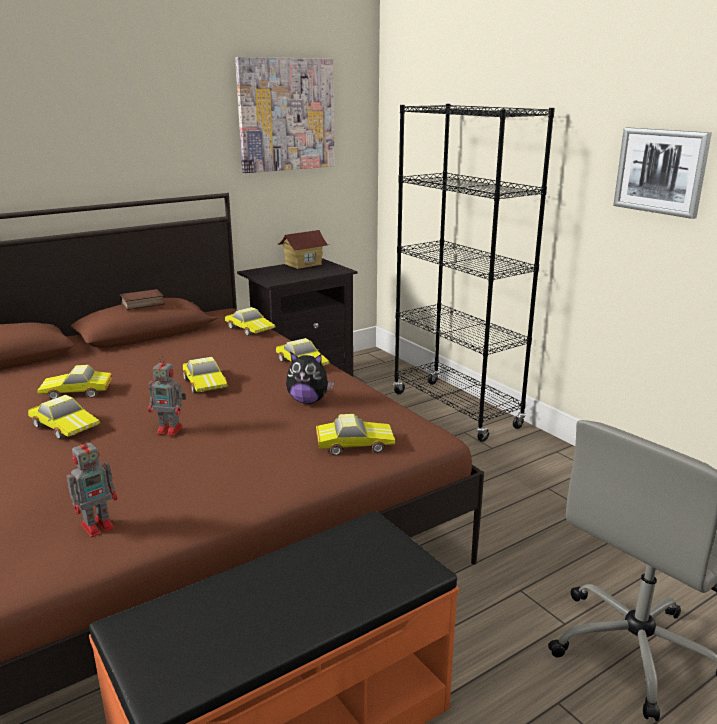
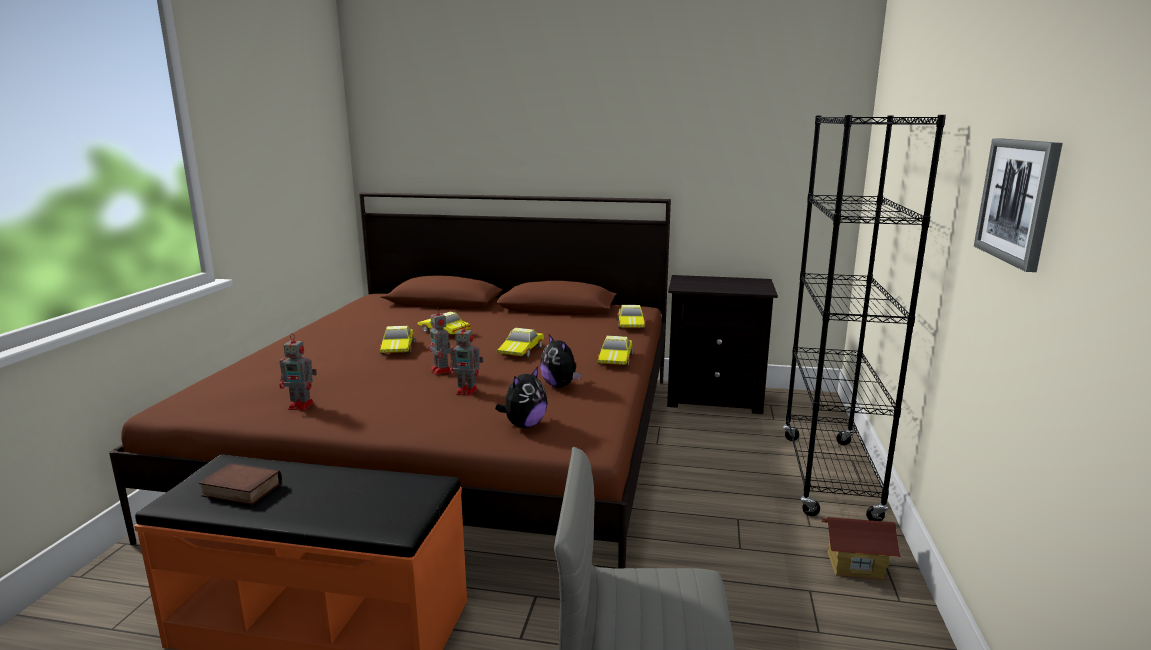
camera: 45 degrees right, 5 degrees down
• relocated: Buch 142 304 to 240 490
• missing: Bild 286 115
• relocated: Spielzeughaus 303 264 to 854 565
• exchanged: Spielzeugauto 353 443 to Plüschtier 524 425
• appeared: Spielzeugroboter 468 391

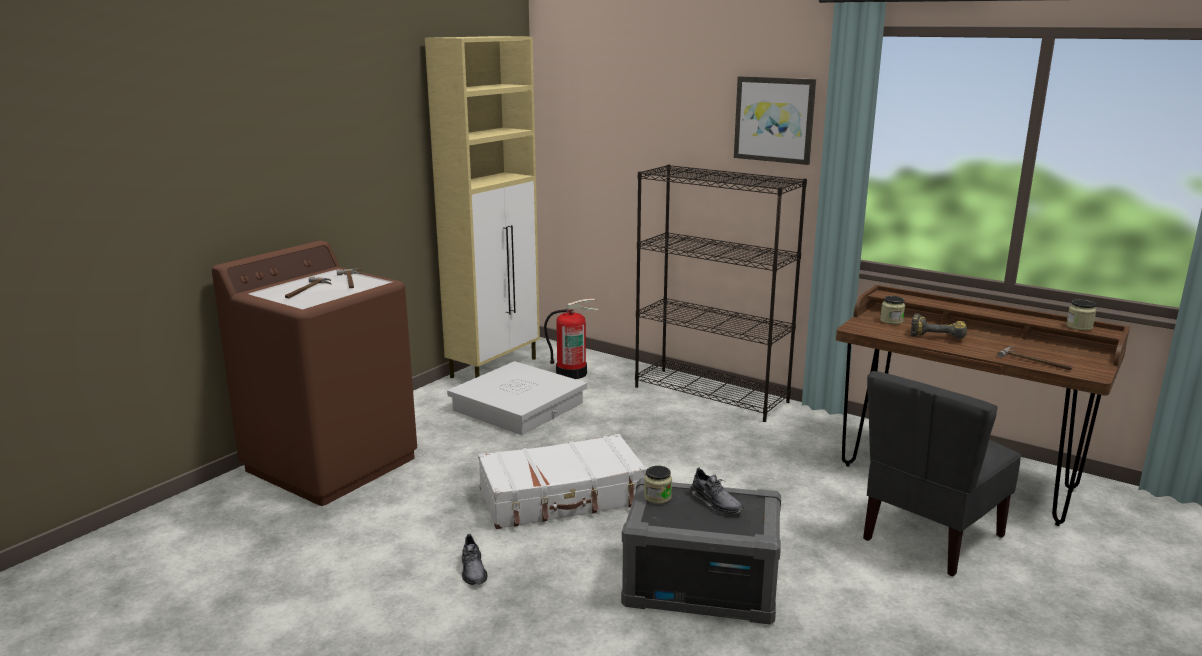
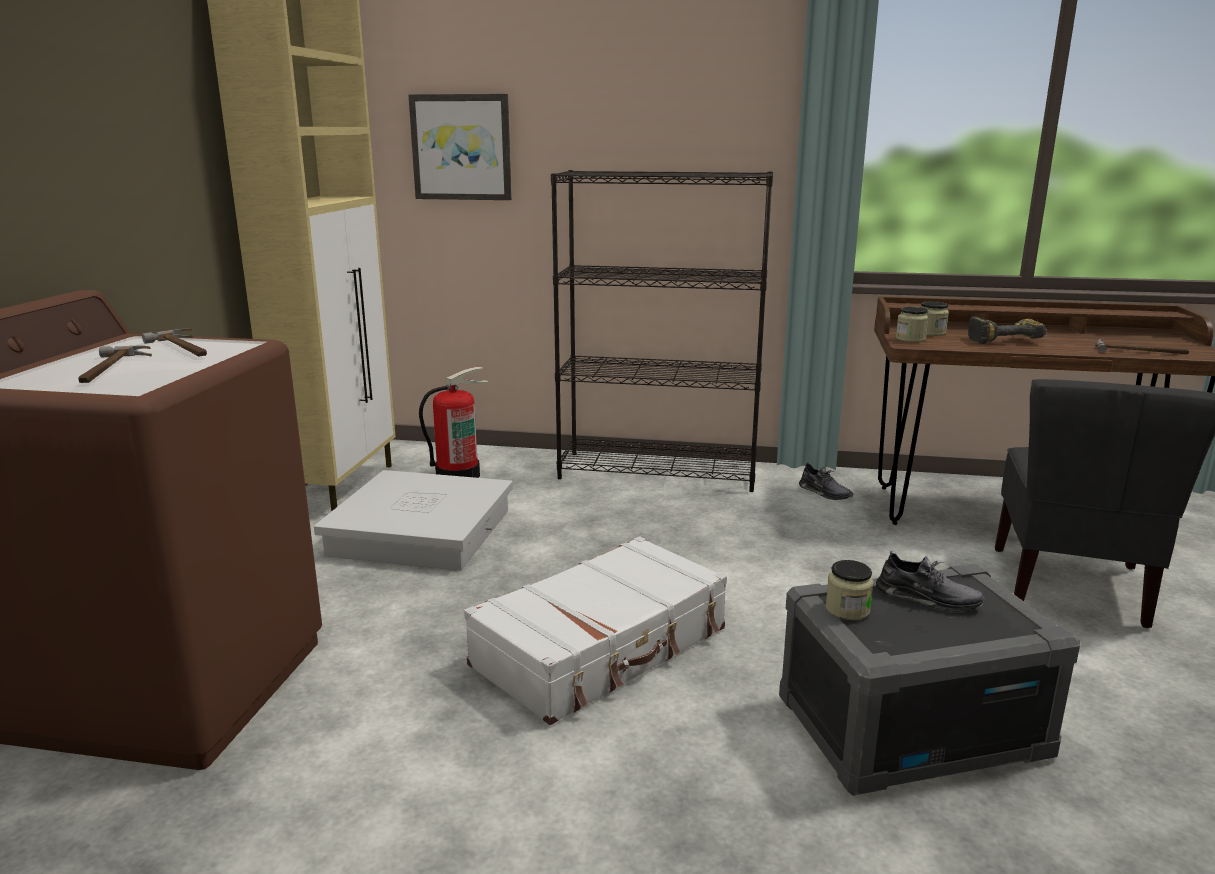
camera: 25 degrees left, 0 degrees up
• relocated: Schuh/grau 473 570 to 824 492
• relocated: Bild 774 119 to 461 147
• relocated: Vorratsglas 1079 327 to 910 339

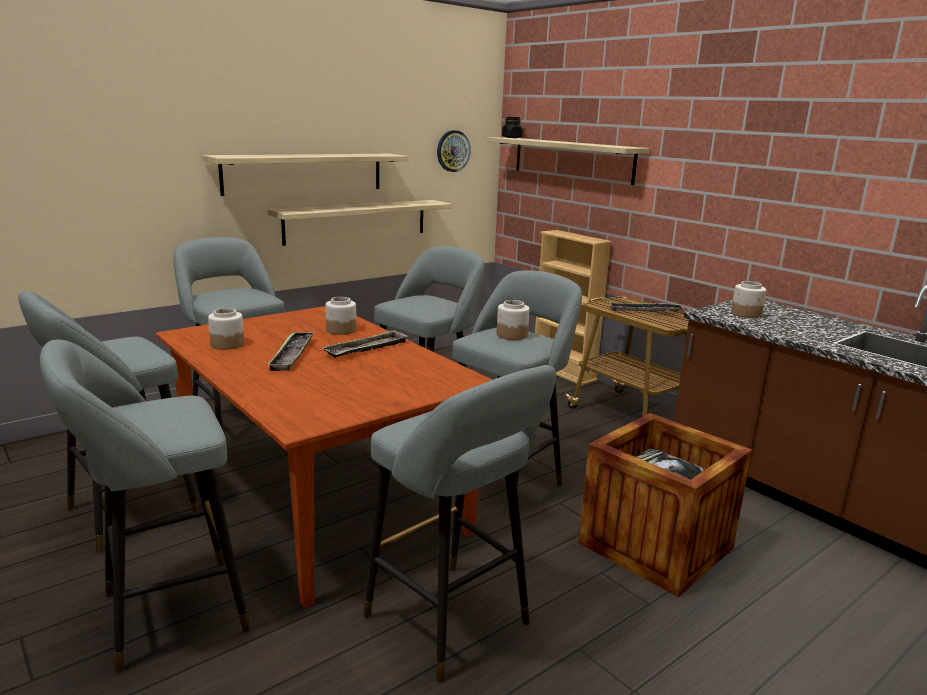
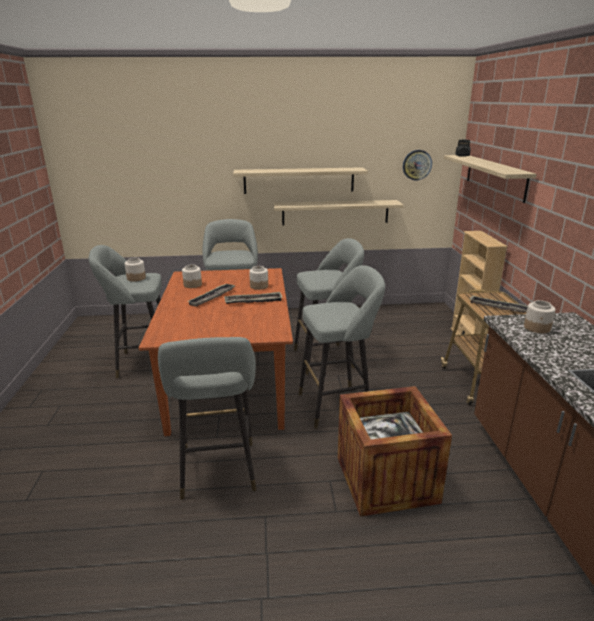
camera: 35 degrees right, 5 degrees up
• missing: Hocker/grau 165 615
• relocated: Vorratsglas 511 335 to 136 278

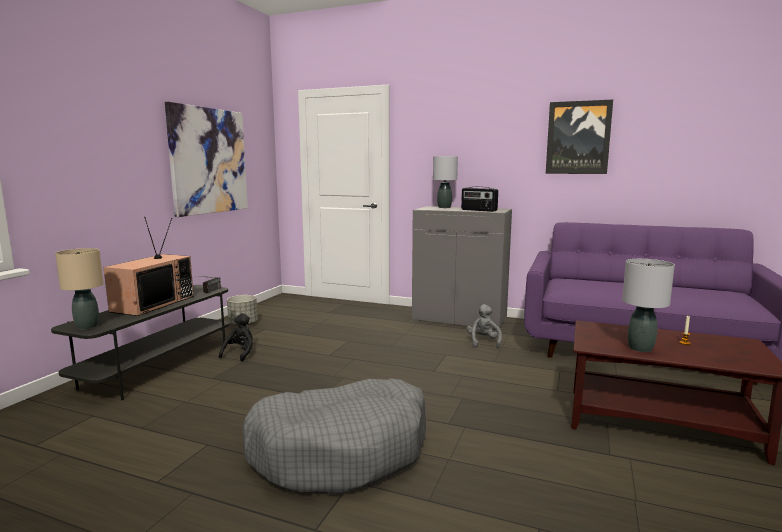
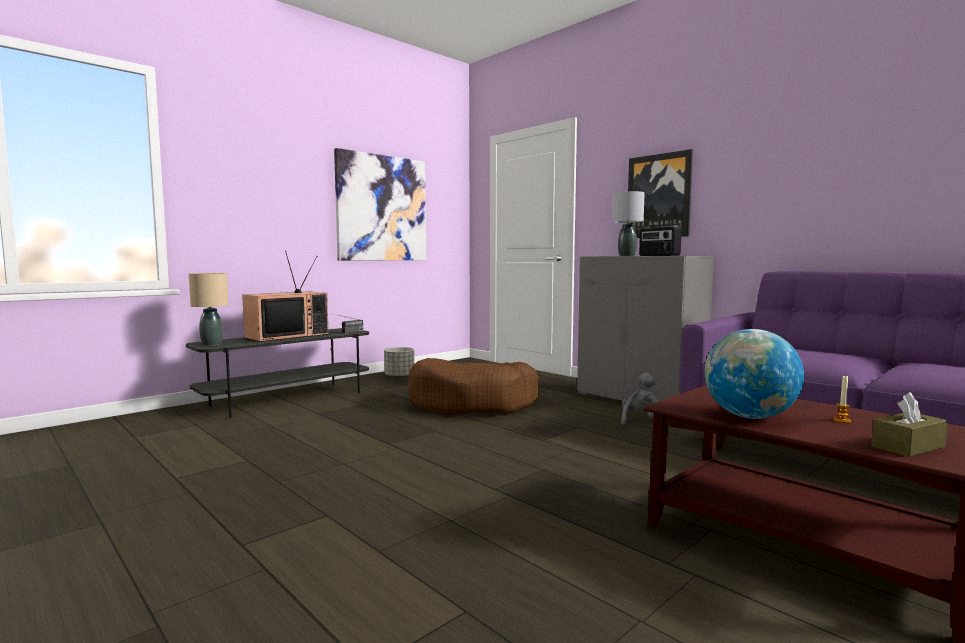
camera: 25 degrees right, 5 degrees down
• missing: Plüschtier/schwarz 240 353
• missing: Hundebett/grau 341 450
• relocated: Bild 578 138 to 659 196
• exchanged: Tischlampe/grau 640 348 to Globus 749 416
• appeared: Hundebett/braun 472 403
• appeared: Taschentuchbox/braun 908 447

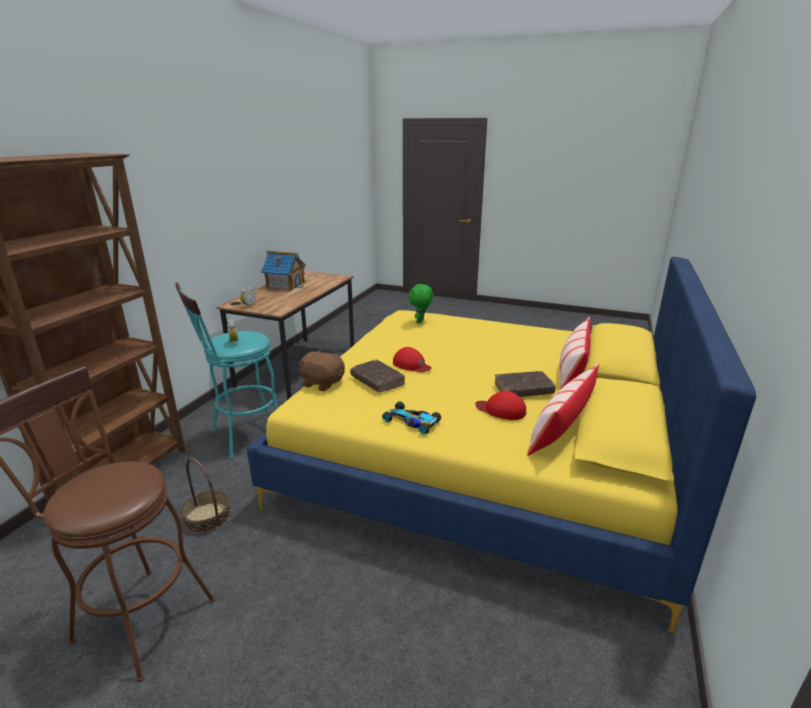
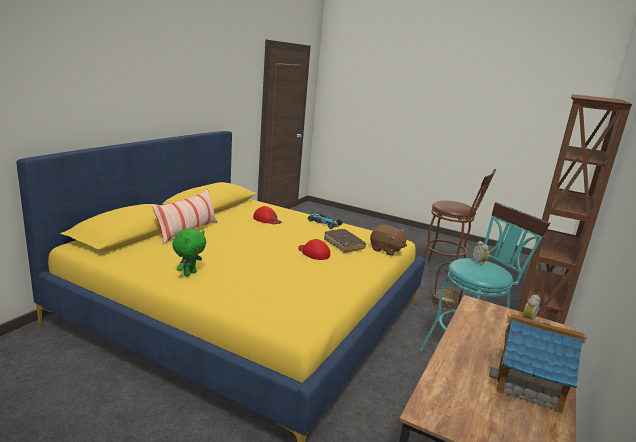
camera: 175 degrees left, 5 degrees down
• relocated: Plüschtier/grün 420 322 to 189 273
• missing: Buch/braun 523 390
• missing: Kissen 560 431

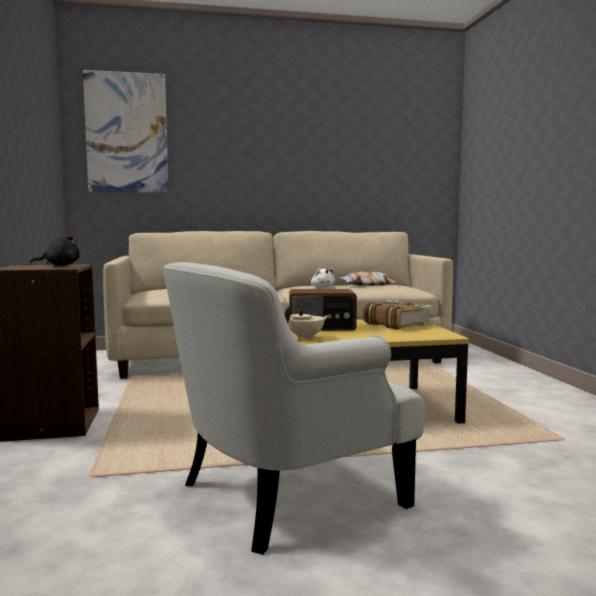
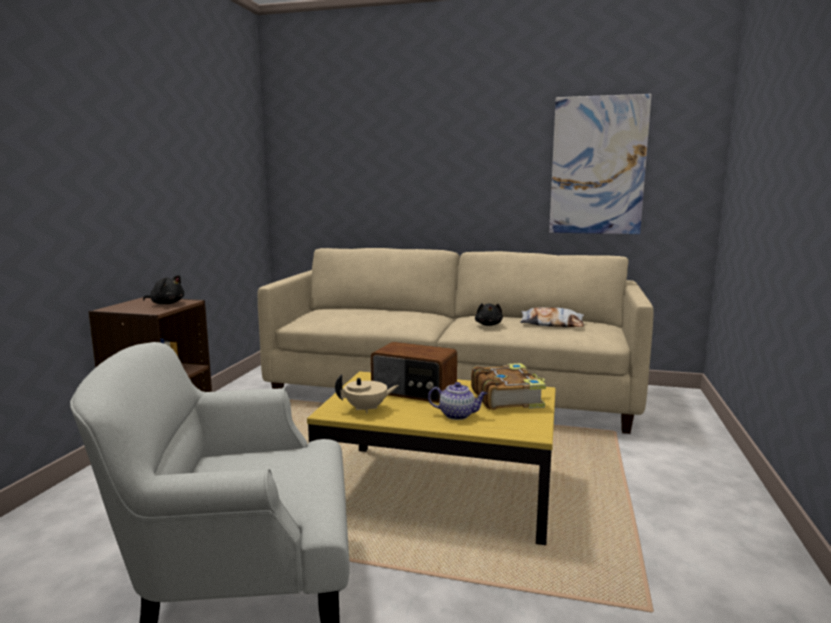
camera: 25 degrees right, 5 degrees up
• relocated: Bild 126 133 to 598 166
• colour: Plüschtier/weiß 322 287 to Plüschtier/schwarz 488 325
• appeared: Teekanne 458 415

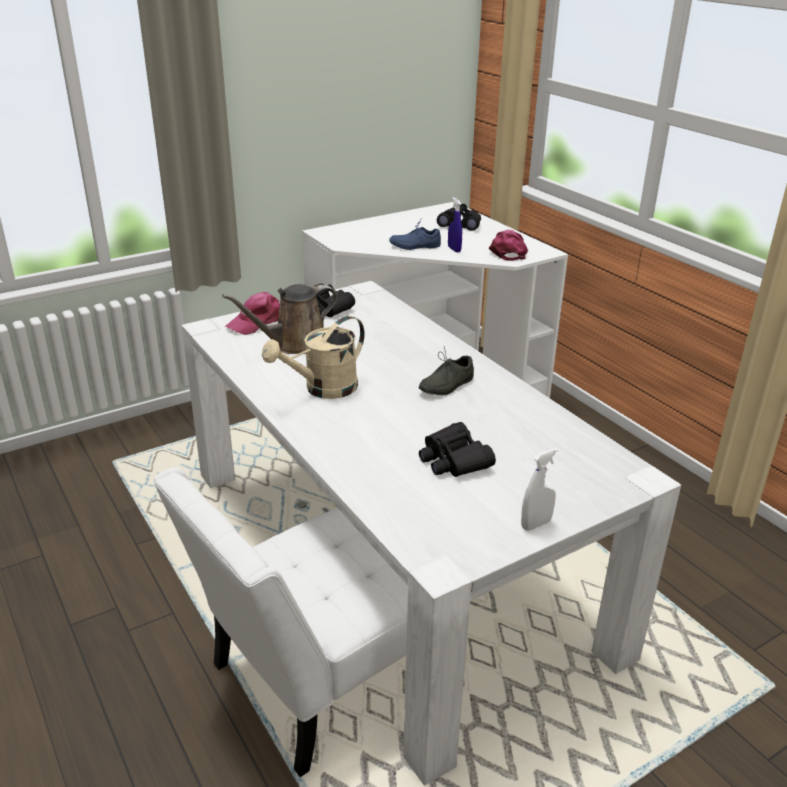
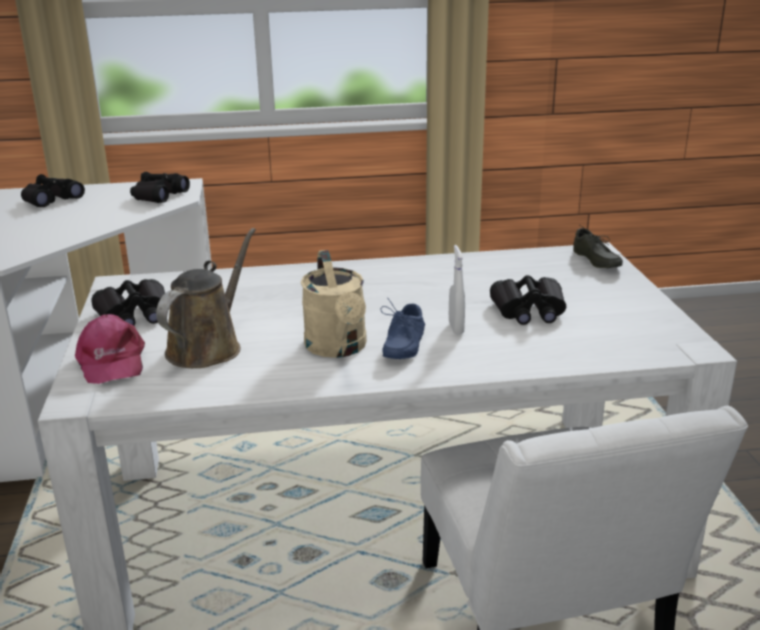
camera: 65 degrees left, 5 degrees down
• spun: Gießkanne/braun 295 344 = 208 347 150 degrees counterclockwise
• relocated: Schuh/blau 414 245 to 400 345
• relocated: Schuh/grau 444 385 to 594 261
• missing: Sprühflasche/blau 454 249
• exchanged: Kappe/rosa 508 252 to Fernglas/schwarz 159 196
• relocated: Sprühflasche/weiß 536 524 to 456 328

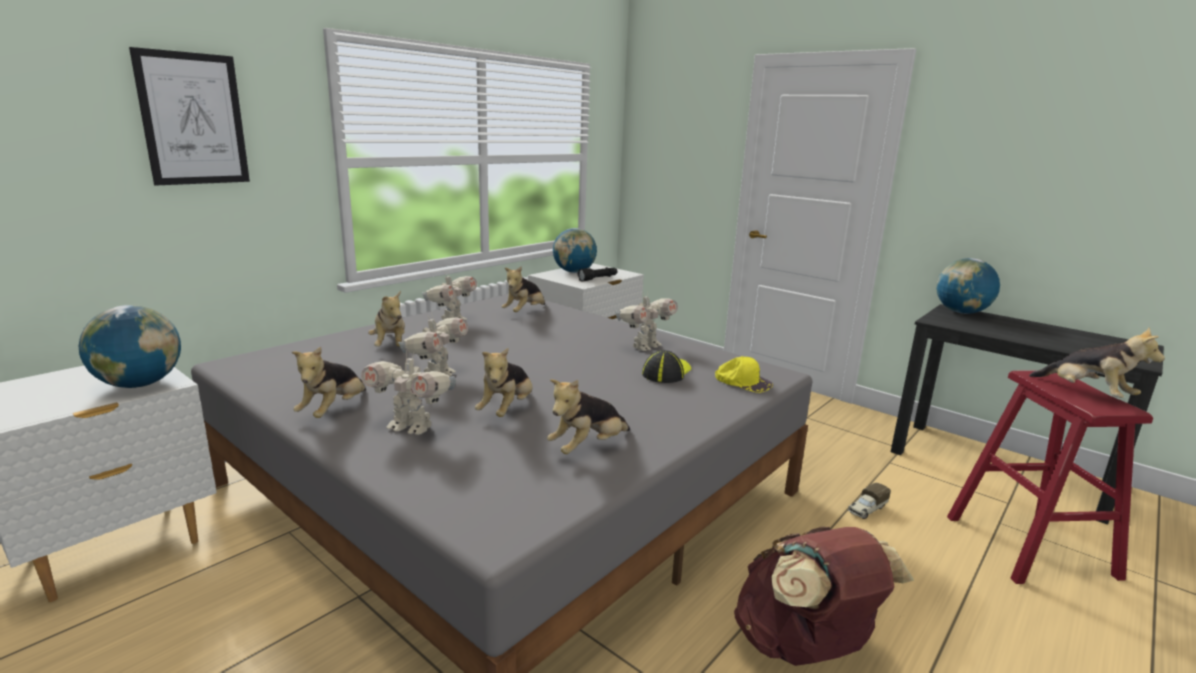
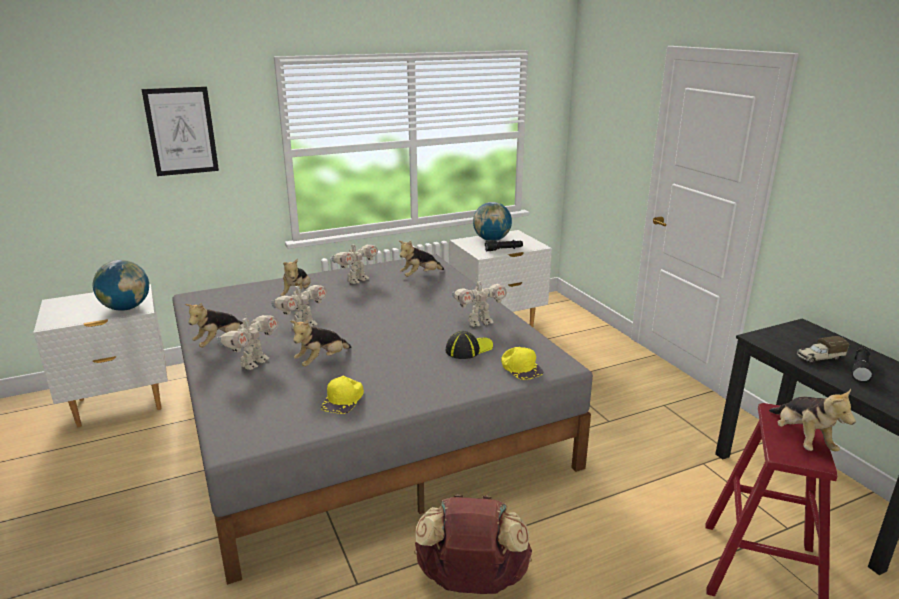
camera: 25 degrees right, 5 degrees up
• spun: Spielzeugroboter 411 427 = 253 363 105 degrees counterclockwise
• exchanged: Plüschtier 588 447 to Kappe/gelb 344 400
• relocated: Spielzeuglaster 866 510 to 819 358
• missing: Globus 961 312
• appeared: Taschenlampe/schwarz 860 369

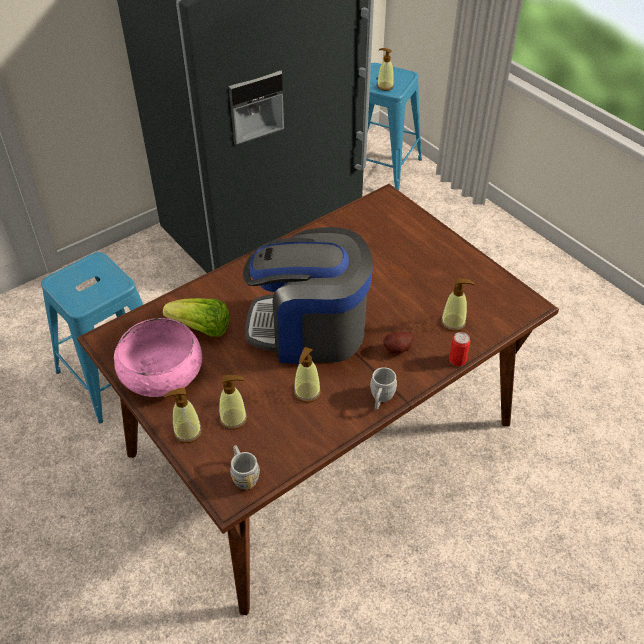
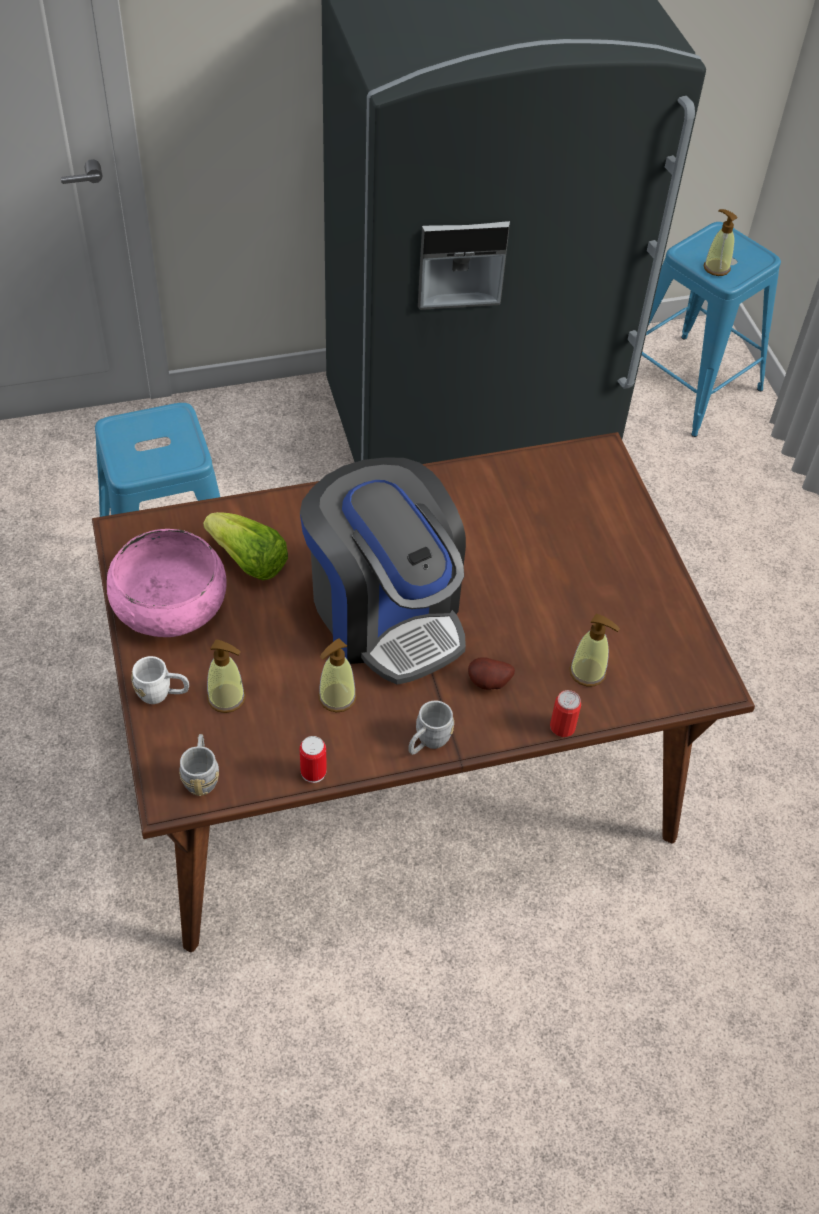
camera: 20 degrees right, 5 degrees up
• exchanged: Seifenspender 187 432 to Henkelbecher/weiß 162 693
• spun: Kaffeemaschine 309 330 = 386 613 150 degrees counterclockwise
• appeared: Dose 313 772

